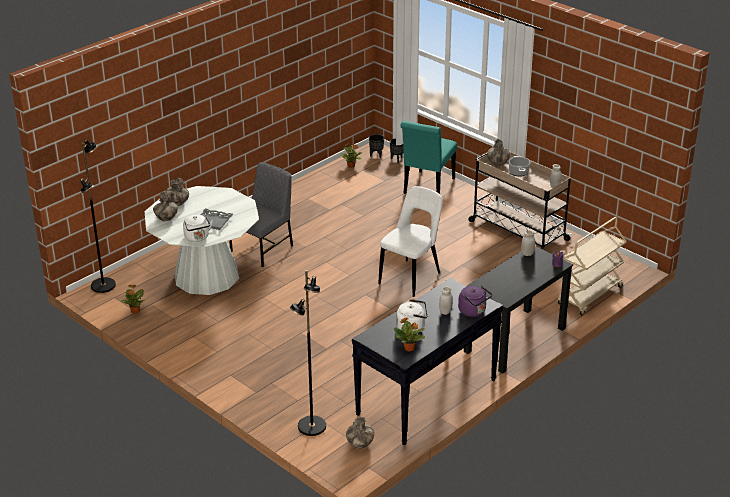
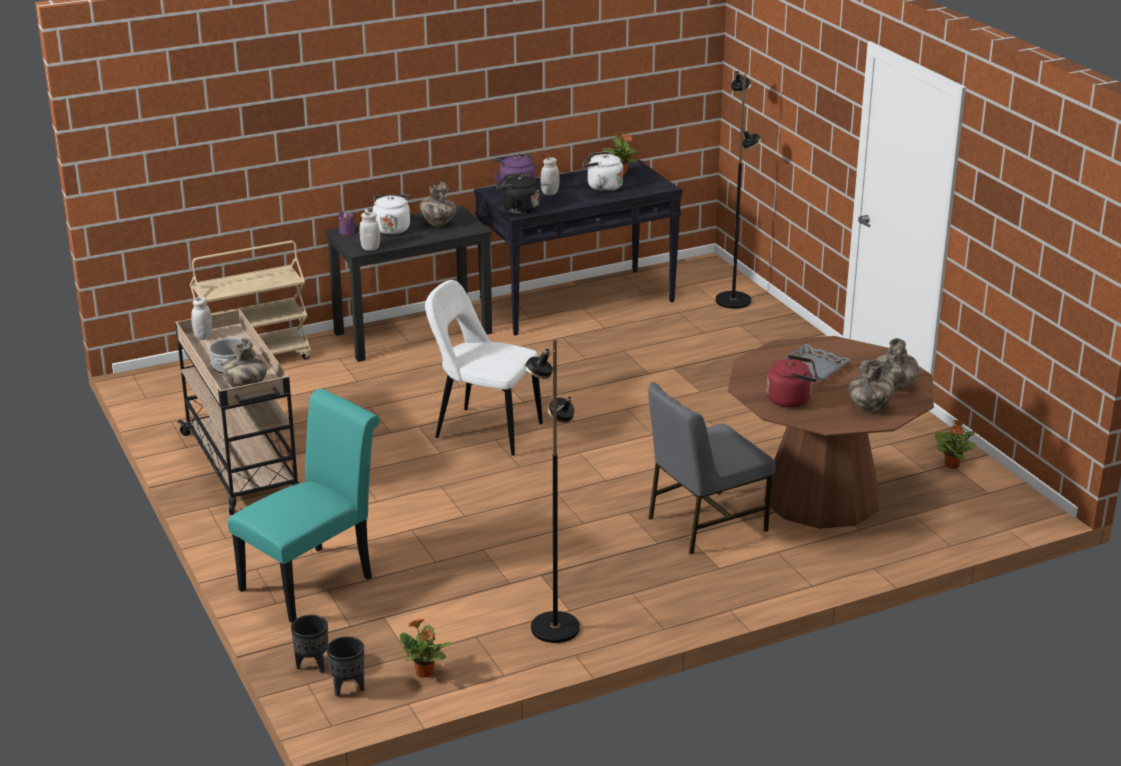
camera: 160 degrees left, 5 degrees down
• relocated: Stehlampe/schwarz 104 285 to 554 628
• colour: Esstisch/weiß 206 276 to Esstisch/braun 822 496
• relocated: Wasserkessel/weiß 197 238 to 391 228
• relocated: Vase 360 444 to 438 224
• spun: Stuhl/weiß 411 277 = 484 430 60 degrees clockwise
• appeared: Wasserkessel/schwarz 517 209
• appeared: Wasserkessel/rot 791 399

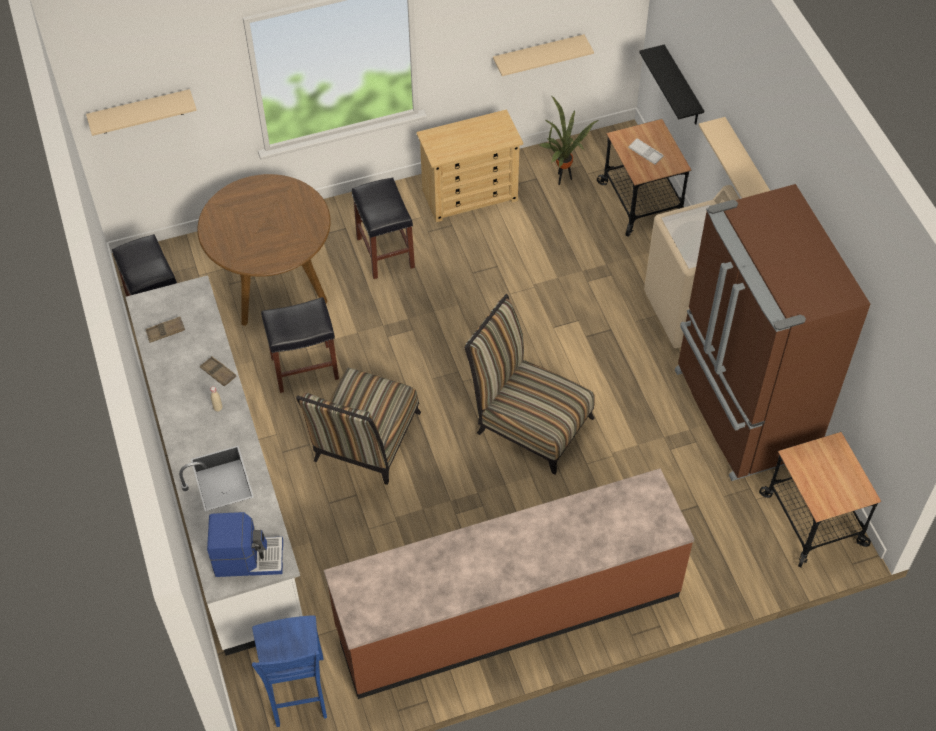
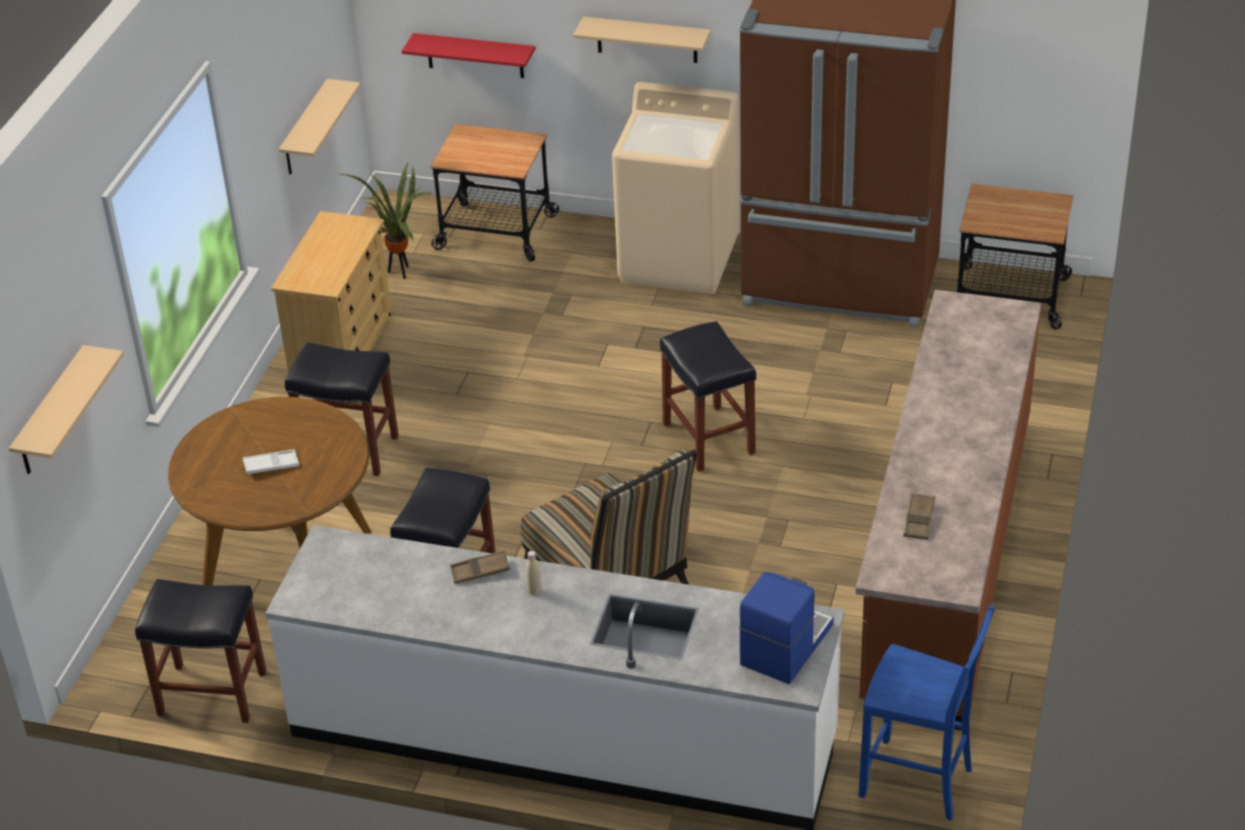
camera: 55 degrees left, 15 degrees down
• relocated: Tablett/braun 165 331 to 919 520
• exchanged: Stuhl 528 421 to Hocker/schwarz 707 437
• relocated: Tablett/weiß 645 153 to 271 465
• colour: Wandregal/schwarz 682 87 to Wandregal/rot 475 55

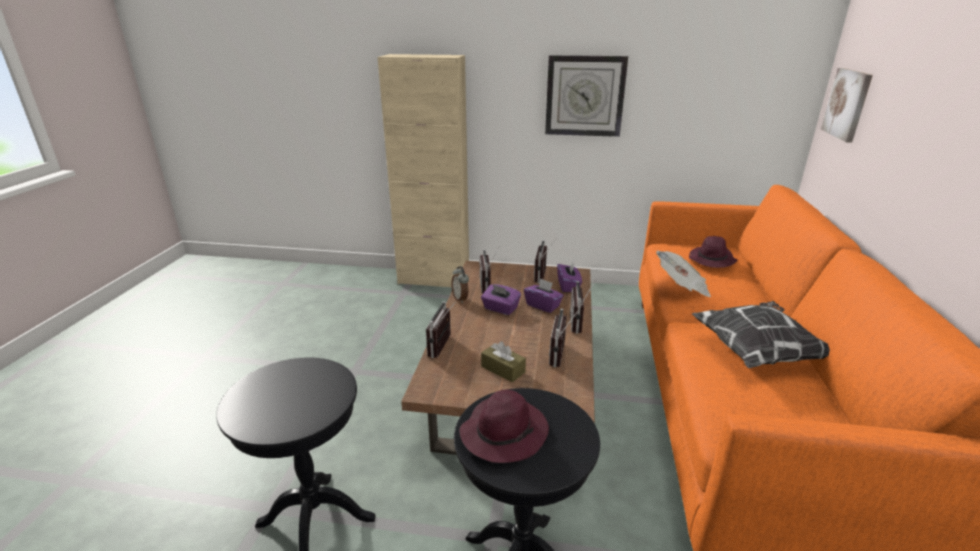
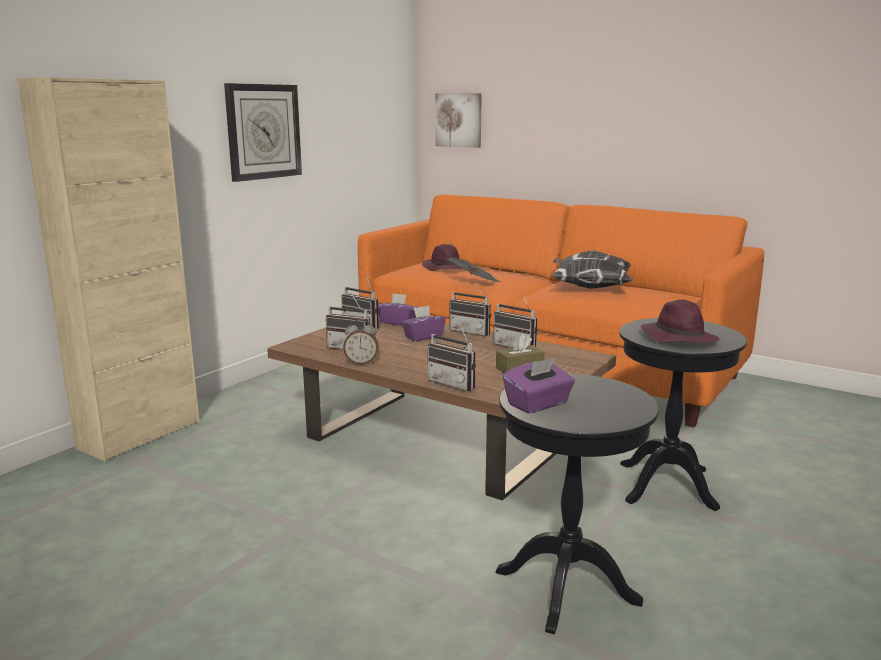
camera: 65 degrees left, 10 degrees down
• relocated: Taschentuchbox/lila 500 308 to 538 404

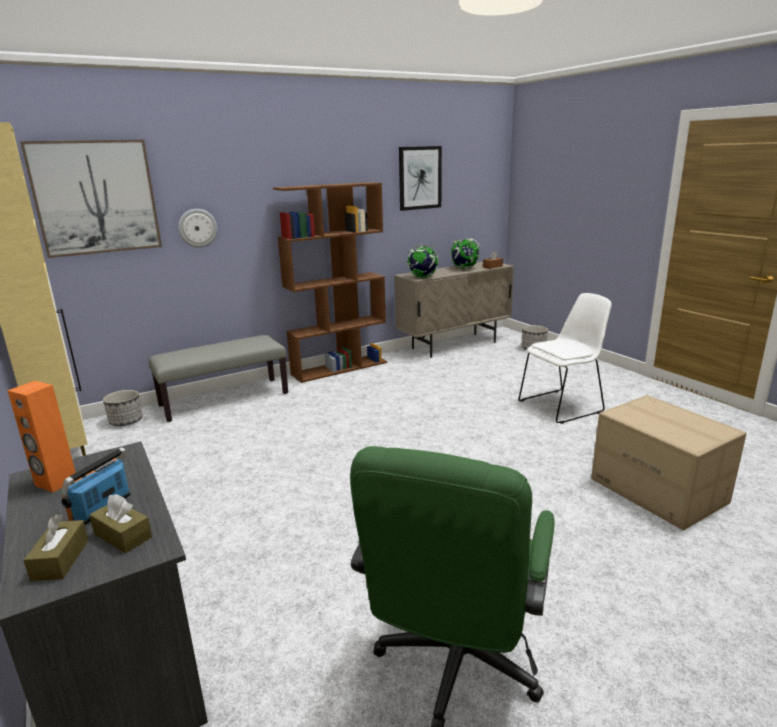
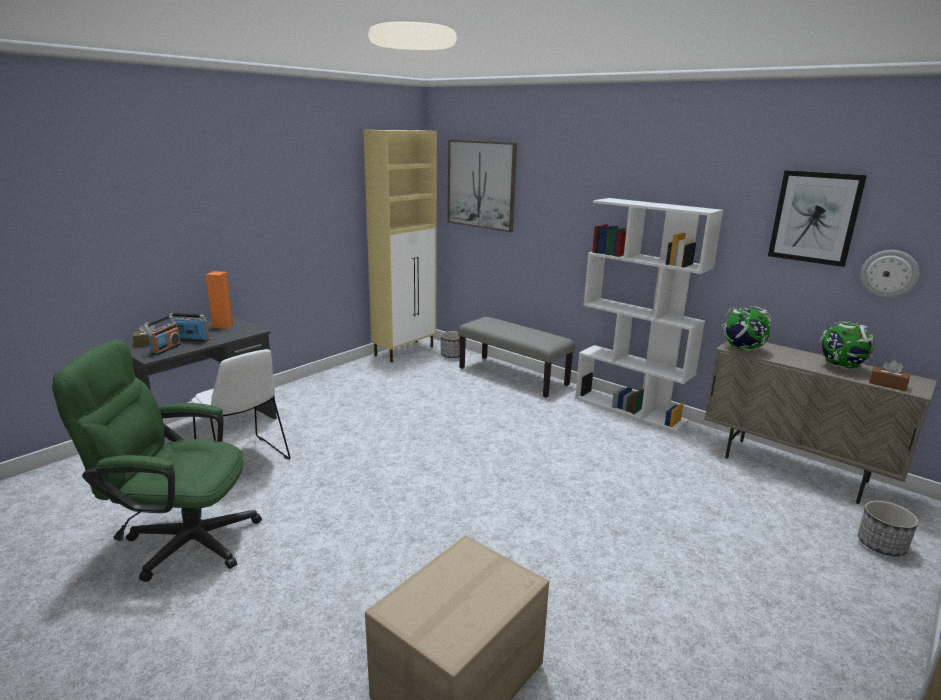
camera: 70 degrees right, 0 degrees up
• exchanged: Taschentuchbox/braun 123 535 to Radio 166 349
• relocated: Wanduhr 197 228 to 889 273
• colour: Bücherregal/braun 340 368 to Bücherregal/weiß 630 409
• relocated: Stuhl/weiß 562 406 to 244 461

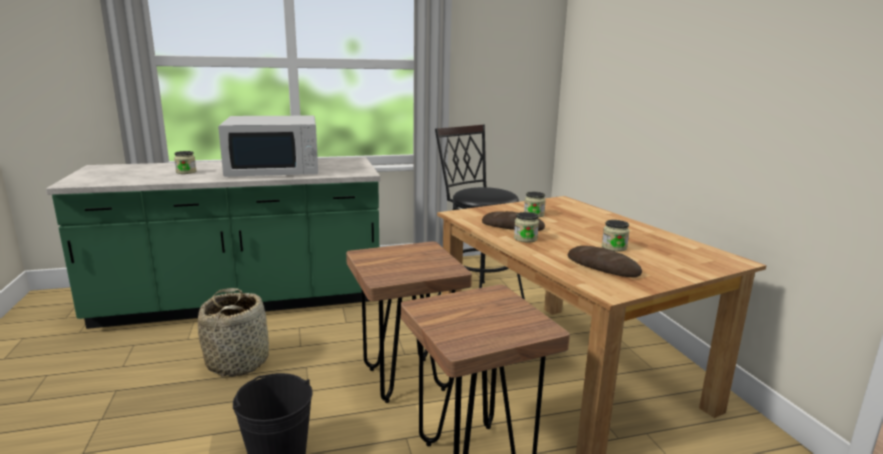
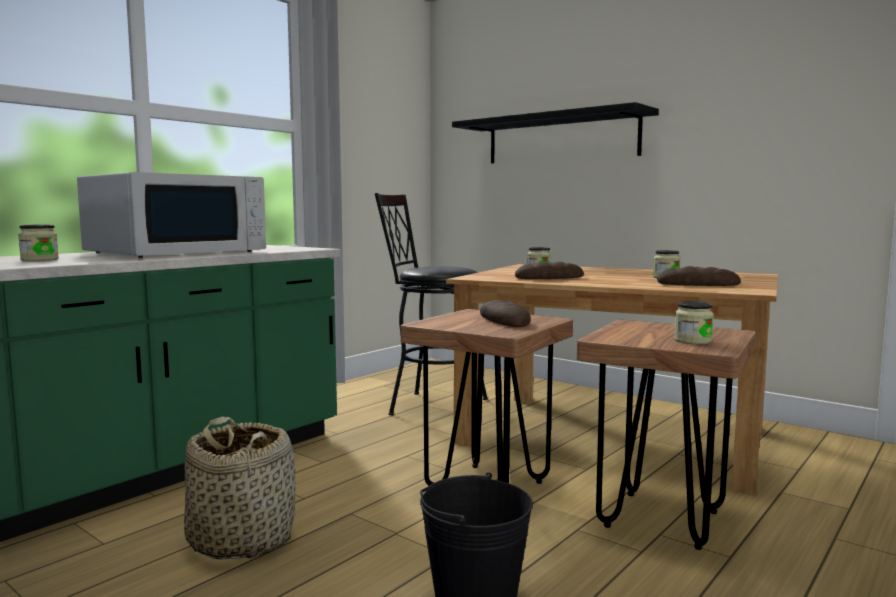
camera: 35 degrees left, 10 degrees down
• relocated: Vorratsglas 525 238 to 692 341
• appeared: Wandregal/schwarz 561 139
• appeared: Brot 504 321

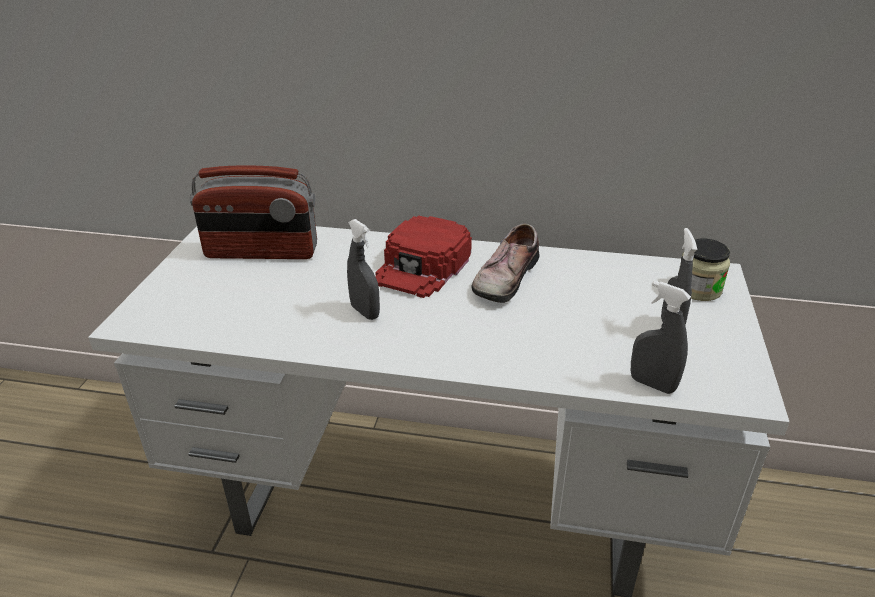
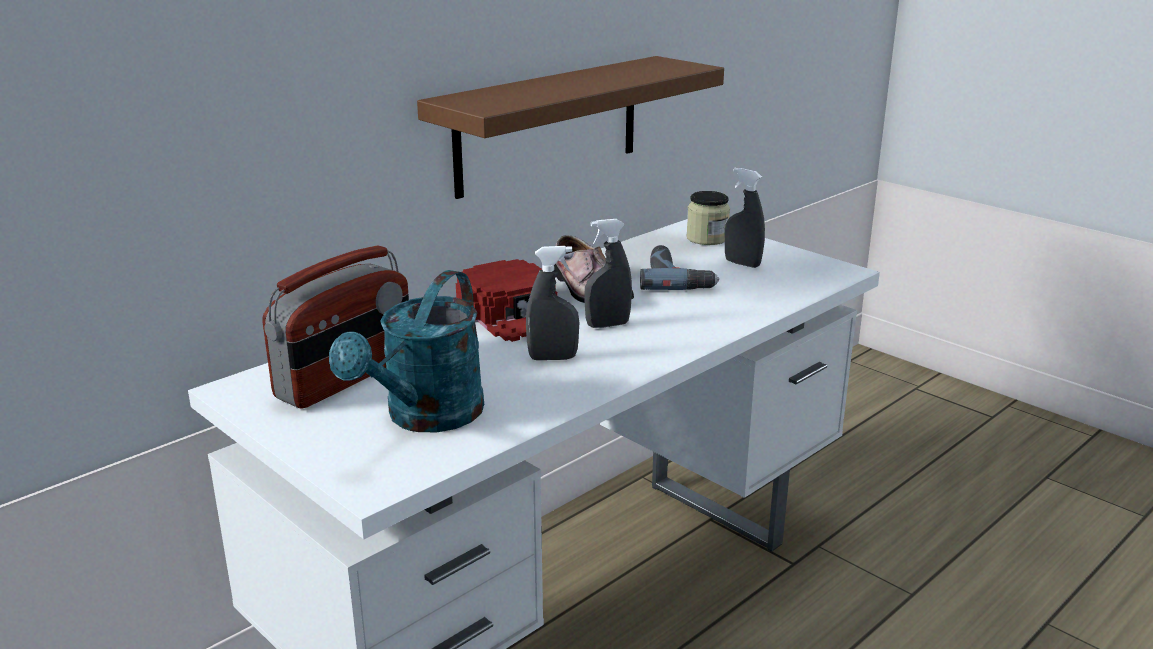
camera: 55 degrees left, 10 degrees down
• relocated: Sprühflasche/grau 652 384 to 607 325
• appeared: Gießkanne/türkis 426 418
• appeared: Wandregal/braun 548 125
• appeared: Bohrmaschine 677 278

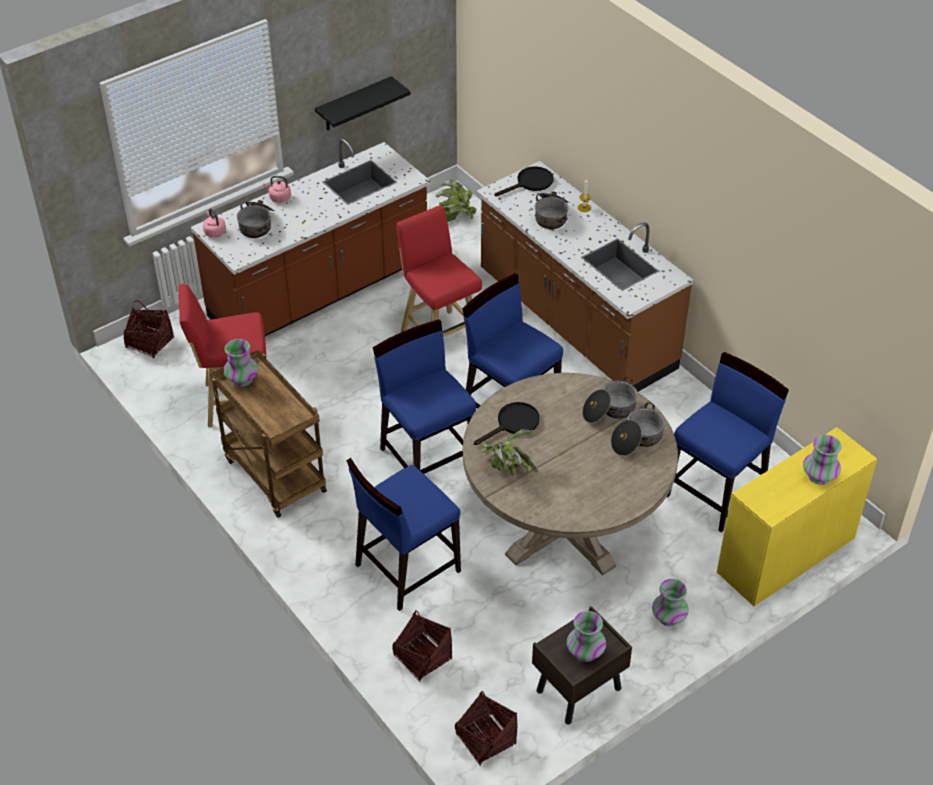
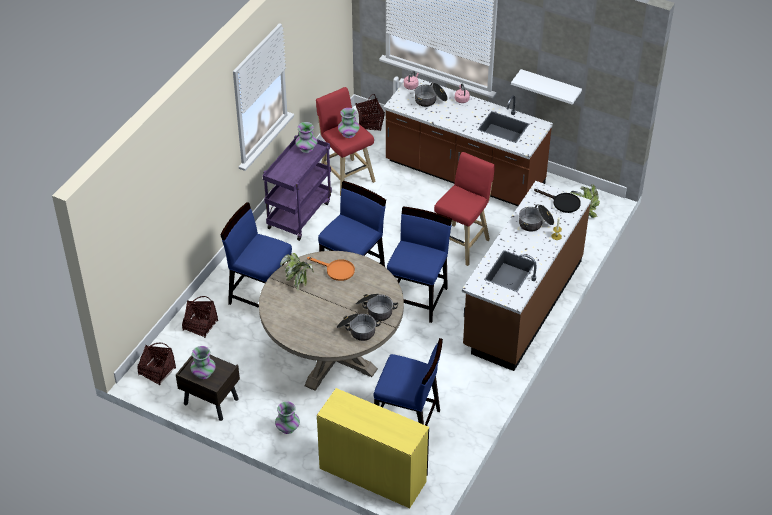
camera: 65 degrees right, 0 degrees up
• colour: Rollwagen/braun 273 474 to Rollwagen/lila 299 214
• colour: Wandregal/schwarz 354 105 to Wandregal/weiß 550 87
• colour: Pfanne/schwarz 513 424 to Pfanne/orange 336 270
• relocated: Vase 819 476 to 348 134

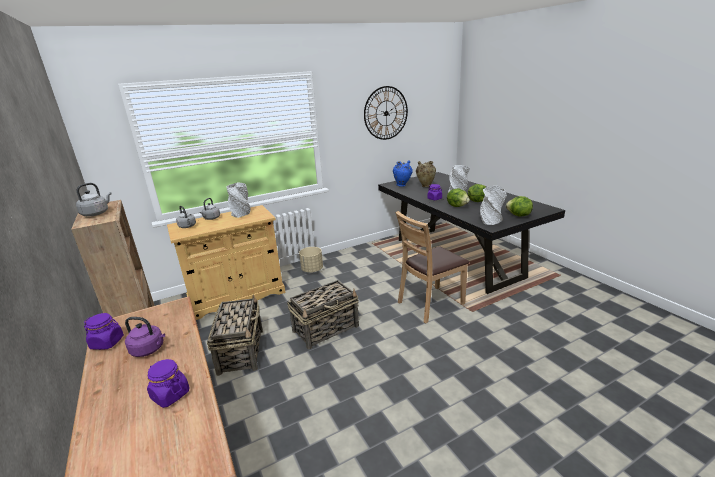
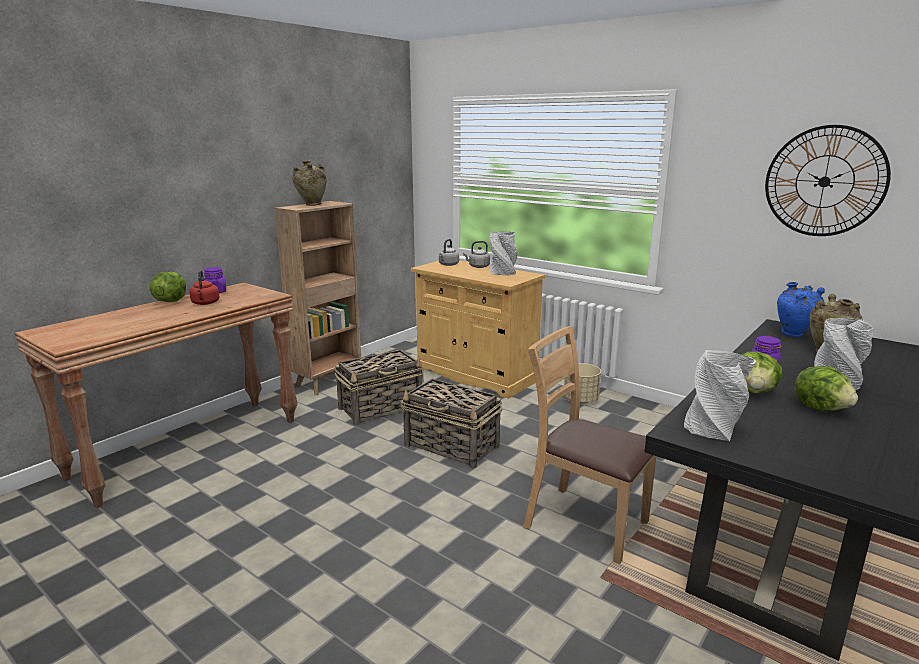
camera: 65 degrees right, 5 degrees down
• exchanged: Wasserkessel/grau 96 213 to Vase/beige 312 205
• colour: Wasserkessel/lila 149 349 to Wasserkessel/rot 205 303
• missing: Vorratsglas/lila 170 395
• relocated: Salatkopf 518 215 to 170 301

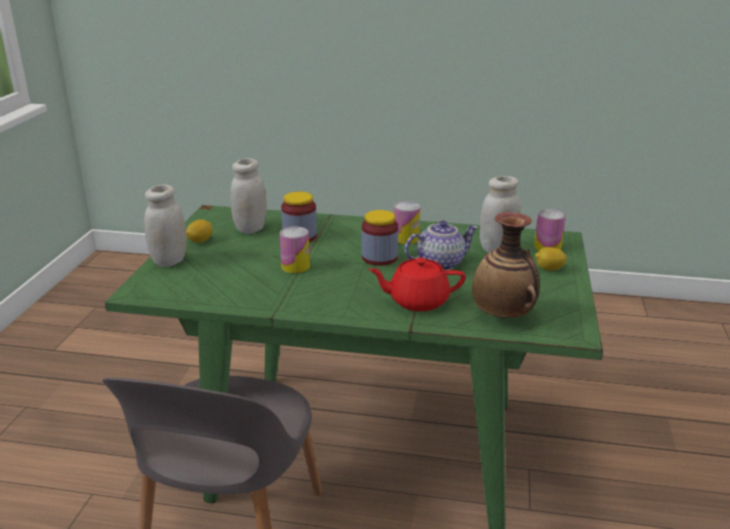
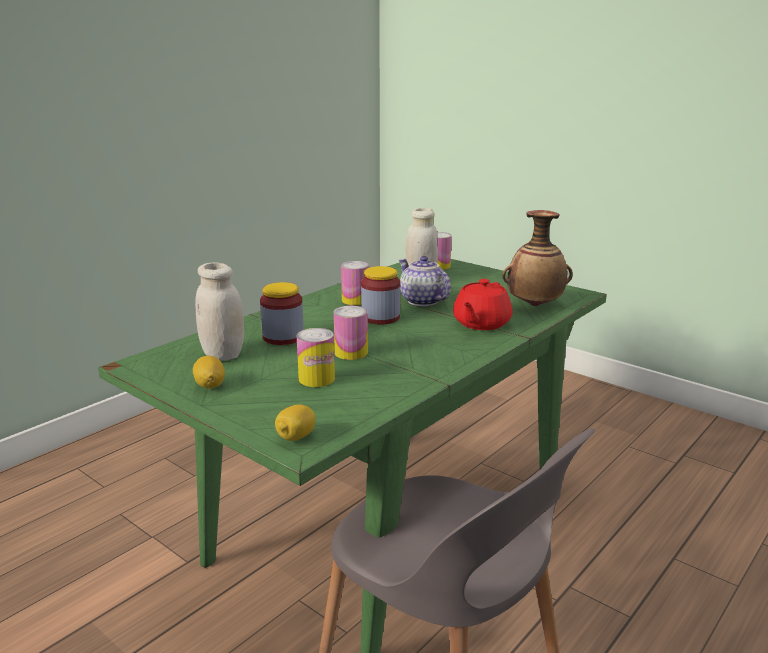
camera: 60 degrees left, 5 degrees down
• missing: Vorratsglas/weiß 169 261
• spun: Teekanne 440 263 = 421 301 45 degrees counterclockwise
• relocated: Zitrone 549 269 to 296 437
• appeared: Dose 316 379

